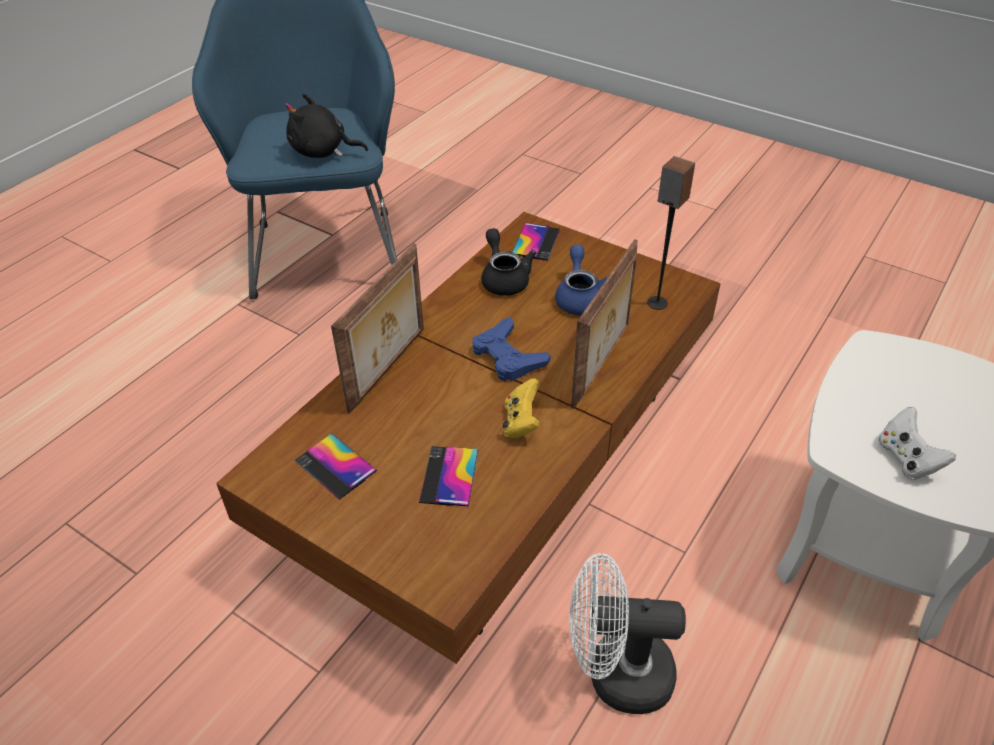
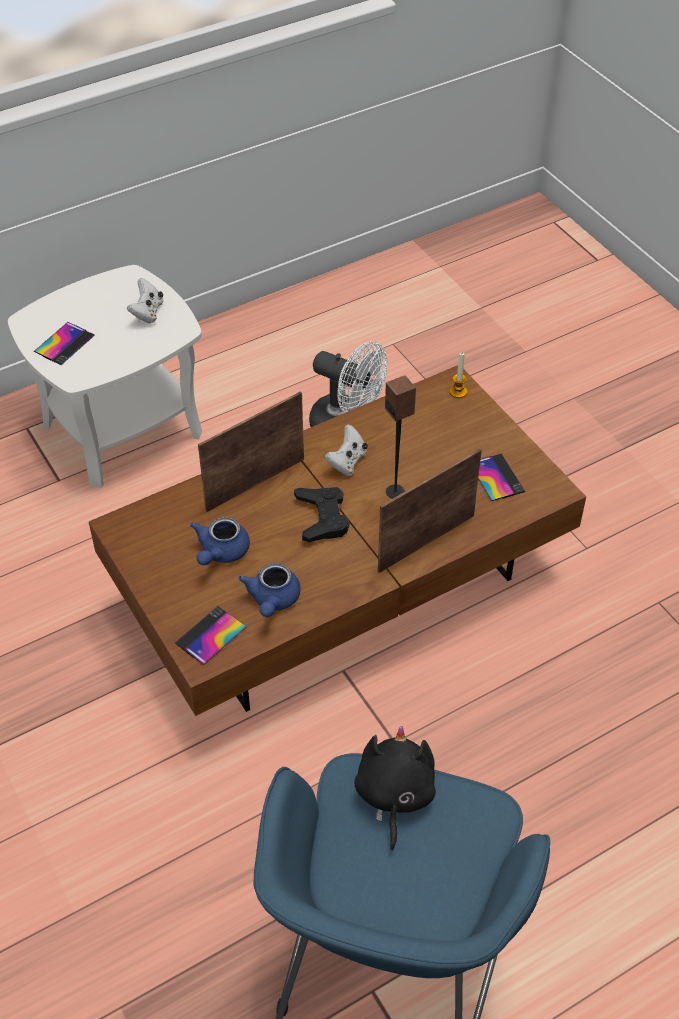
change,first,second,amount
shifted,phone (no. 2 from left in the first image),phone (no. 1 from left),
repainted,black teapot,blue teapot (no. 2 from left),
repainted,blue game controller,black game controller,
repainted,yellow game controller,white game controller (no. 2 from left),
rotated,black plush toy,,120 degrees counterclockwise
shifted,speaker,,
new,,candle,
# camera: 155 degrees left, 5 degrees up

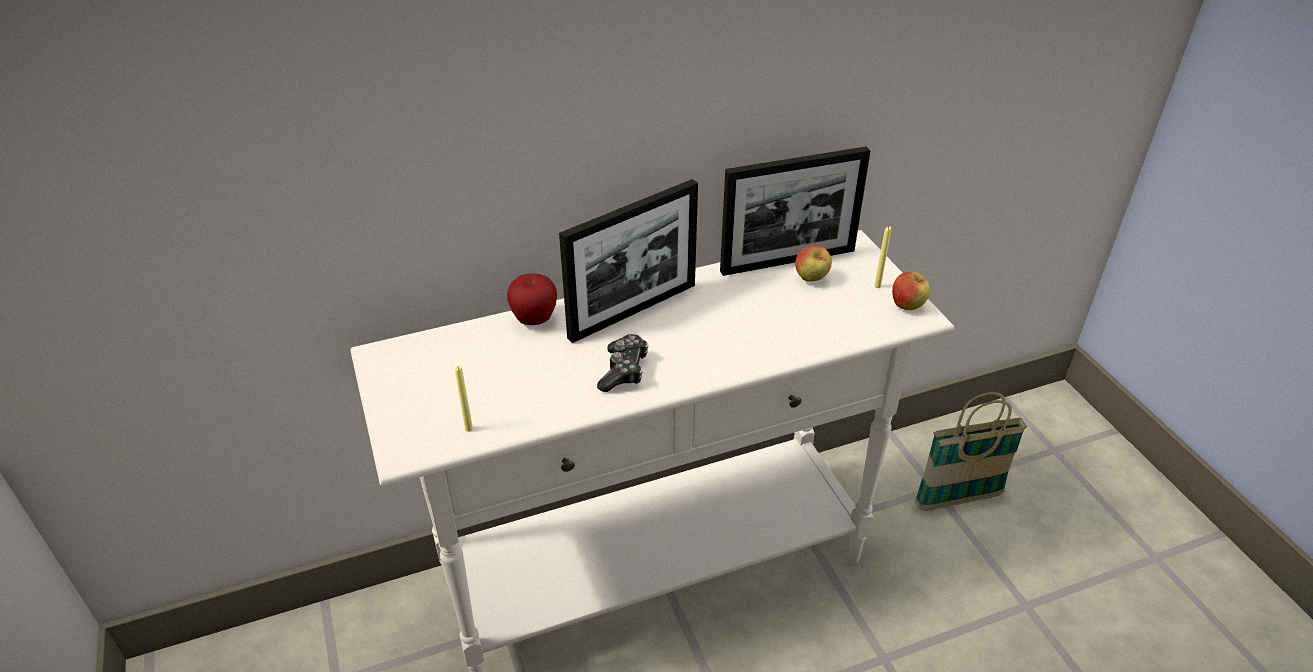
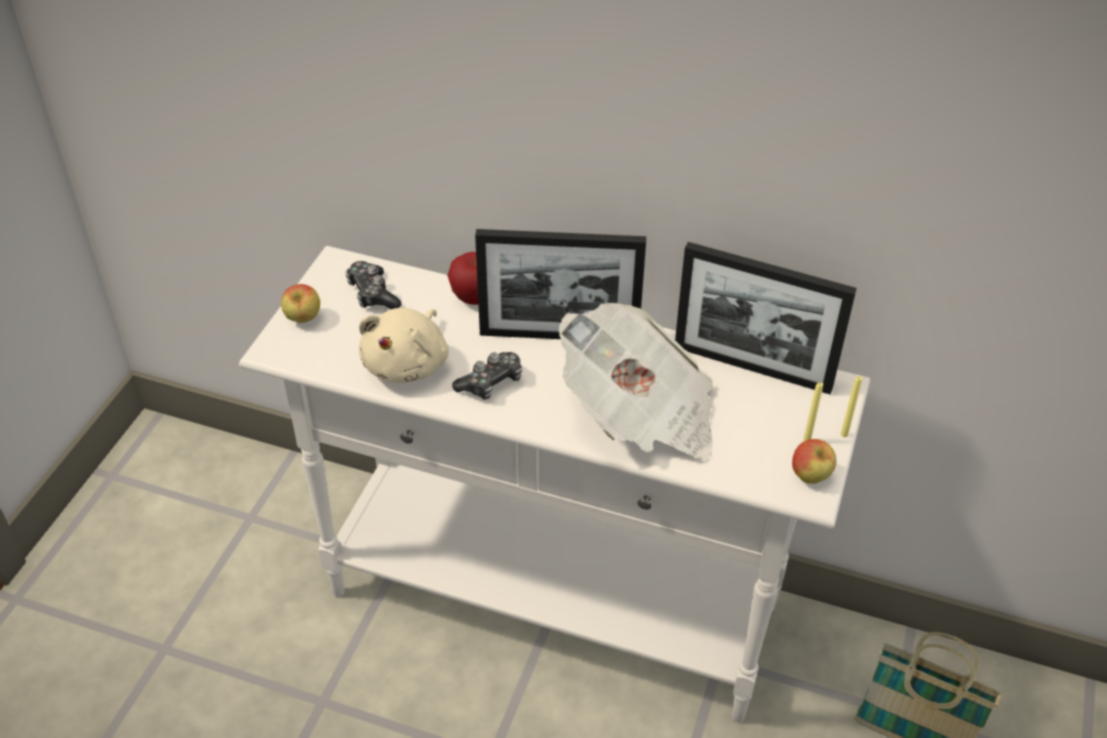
change,first,second,amount
shifted,apple (no. 2 from left in the first image),apple (no. 1 from left),
new,,game controller (no. 1 from left),
new,,beige plush toy,
new,,newspaper,
shifted,yellow candle (no. 1 from left in the first image),yellow candle (no. 2 from left),
# camera: 40 degrees right, 5 degrees up

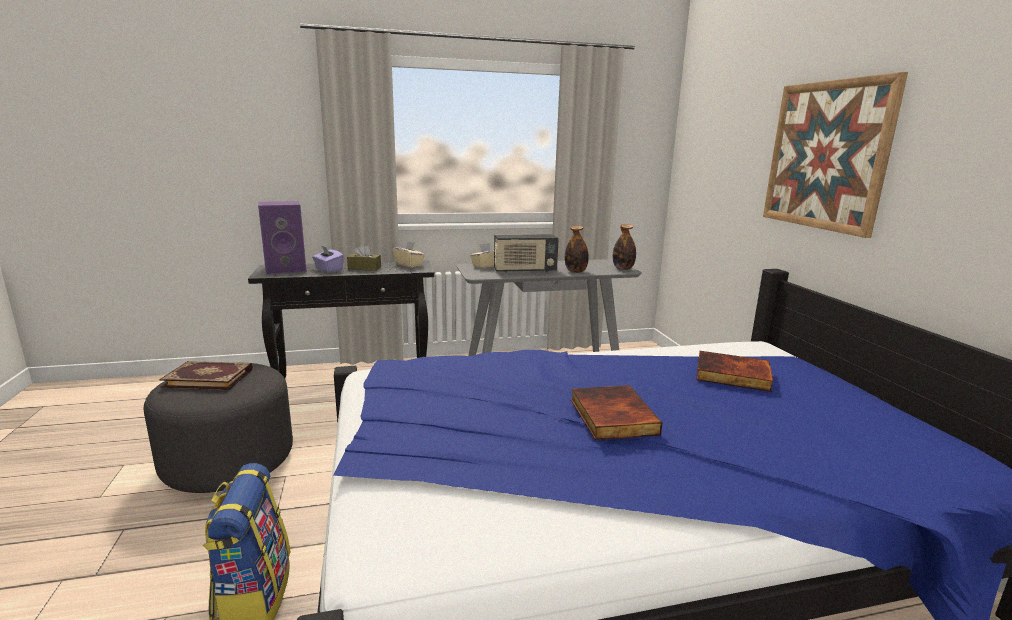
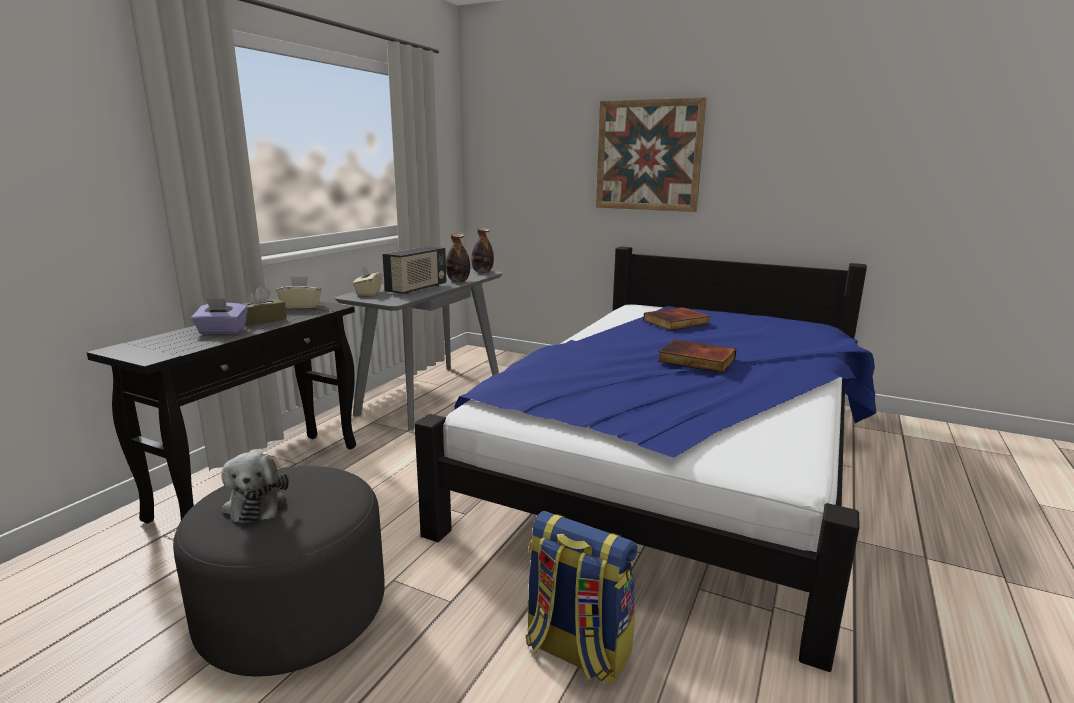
change,first,second,amount
swapped,book (no. 1 from left),plush toy,
gone,purple speaker,,
# camera: 50 degrees left, 0 degrees up

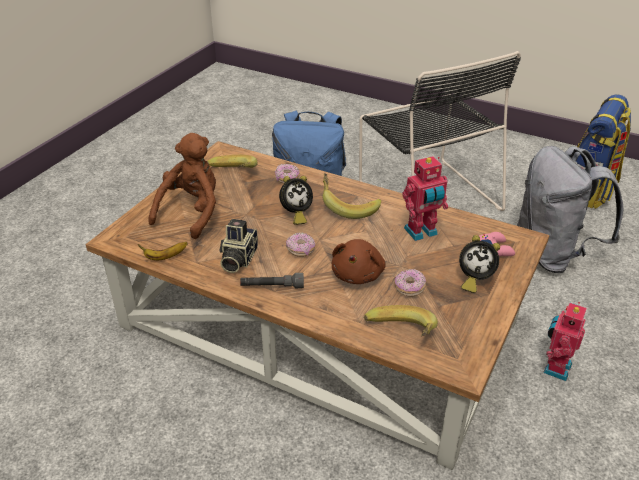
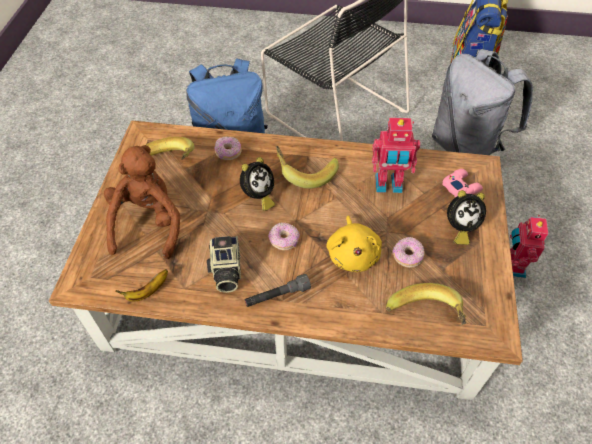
change,first,second,amount
repainted,brown plush toy (no. 2 from left),yellow plush toy,
rotated,toy robot (no. 1 from left),,45 degrees clockwise
# camera: 20 degrees left, 15 degrees up

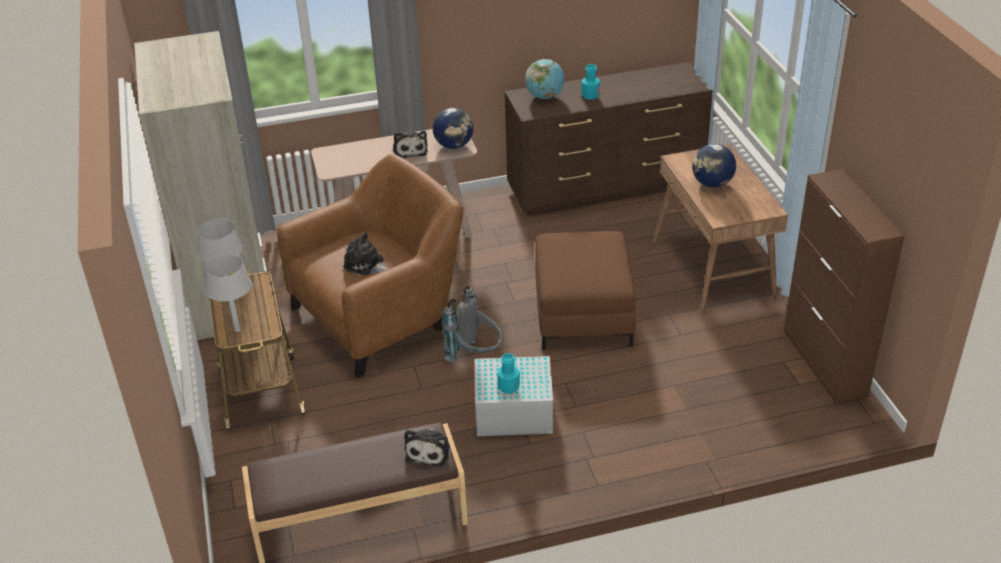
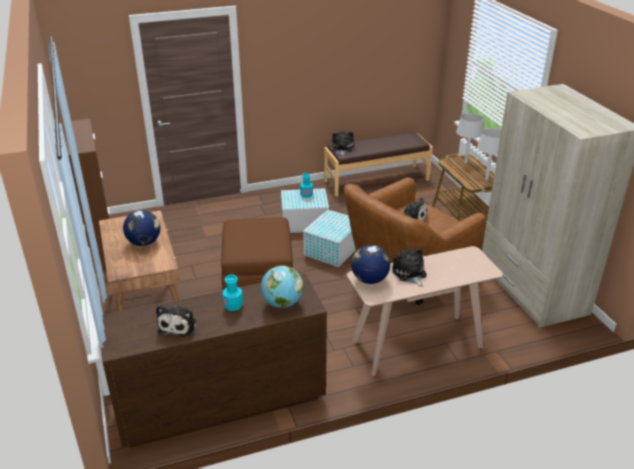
change,first,second,amount
new,,plush toy (no. 1 from left),
swapped,grey backpack,white storage box (no. 2 from left),
# camera: 175 degrees right, 5 degrees down

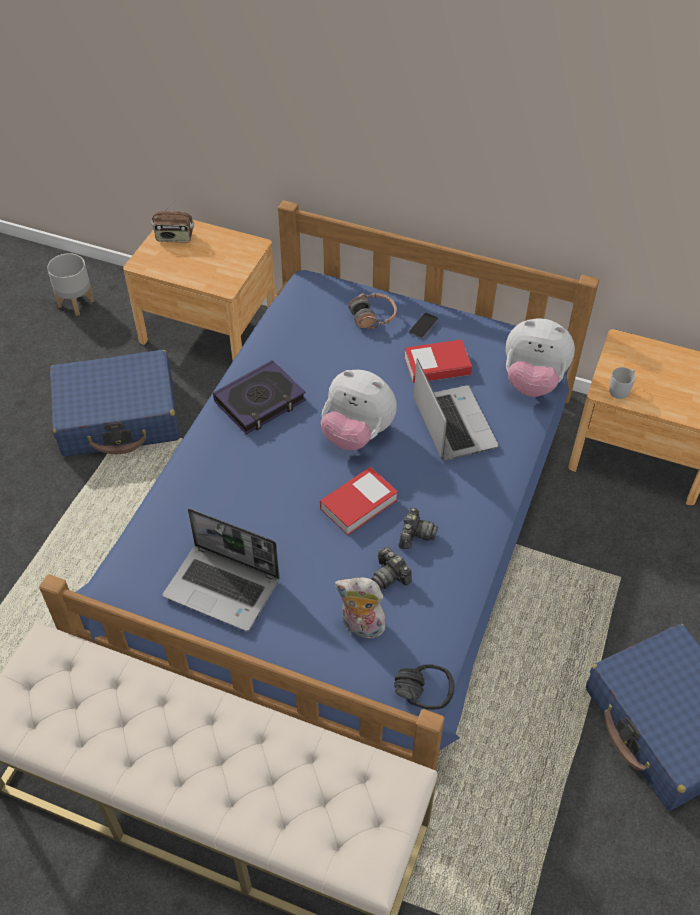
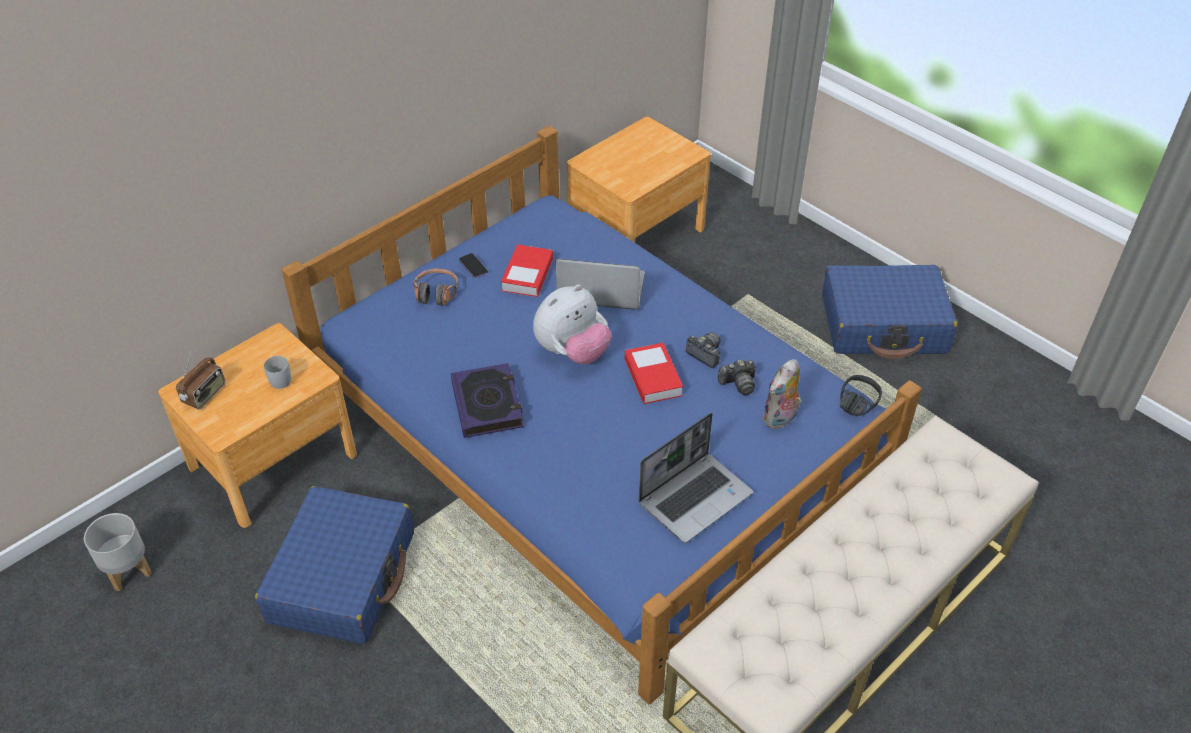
change,first,second,amount
shifted,white mug,,
gone,plush toy (no. 3 from left),,
# camera: 65 degrees left, 5 degrees down

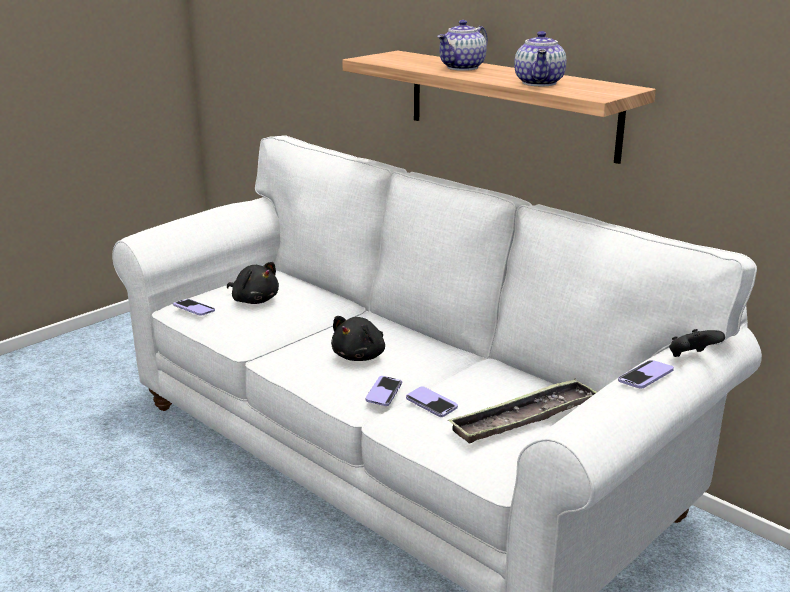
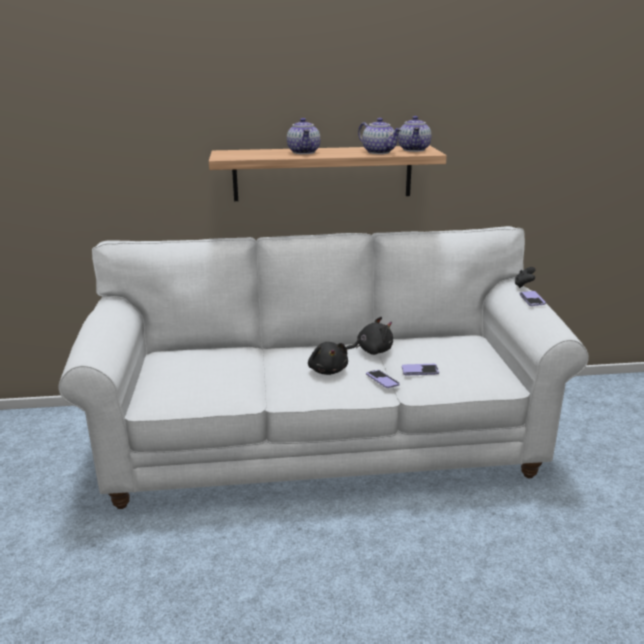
change,first,second,amount
shifted,black plush toy (no. 1 from left in the first image),black plush toy (no. 2 from left),
new,,teapot (no. 3 from left),
gone,phone (no. 1 from left),,
gone,tray,,
# camera: 50 degrees left, 0 degrees up

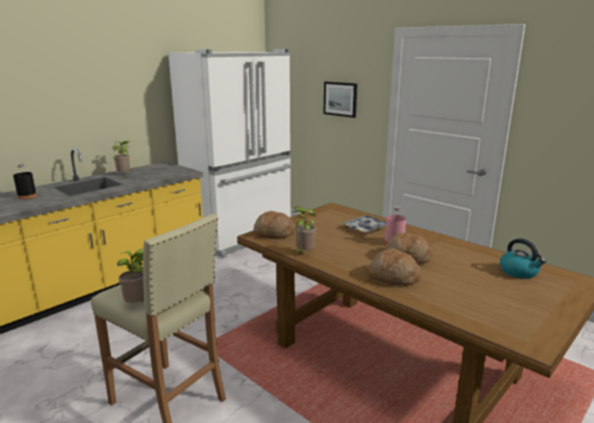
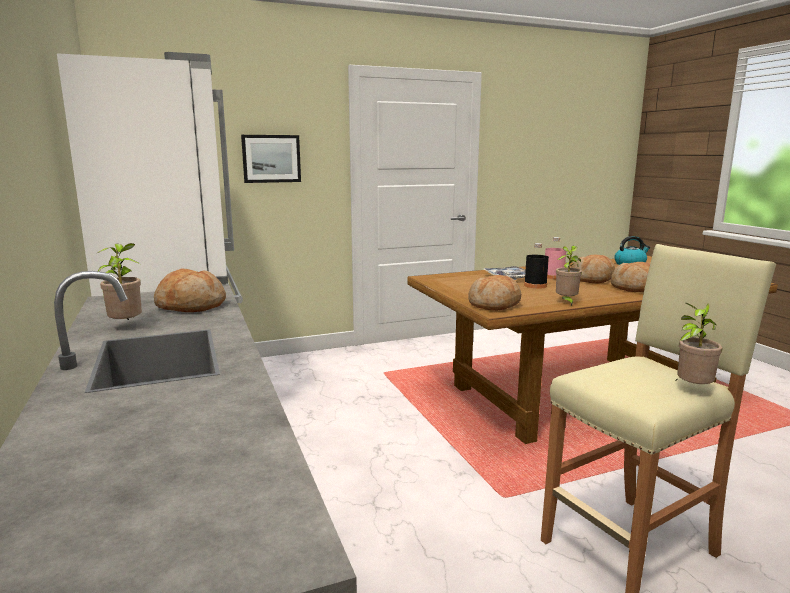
change,first,second,amount
new,,bread (no. 1 from left),
shifted,black bottle,,
# camera: 65 degrees left, 5 degrees down

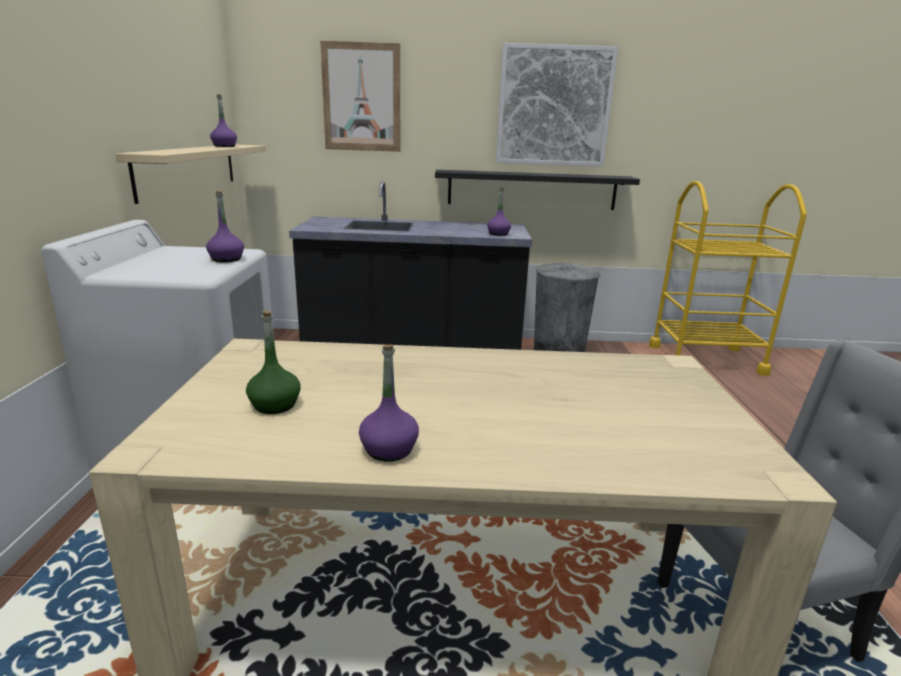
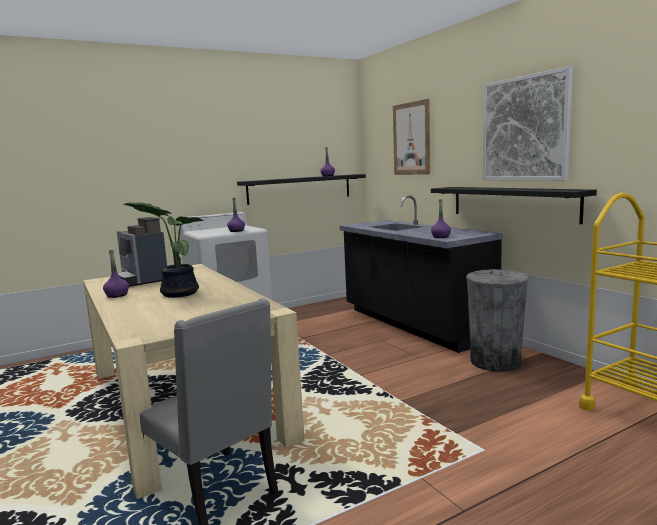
change,first,second,amount
swapped,green bottle,coffee machine,
new,,potted plant,
repainted,beige shelf,black shelf (no. 1 from left),
# camera: 60 degrees right, 10 degrees down

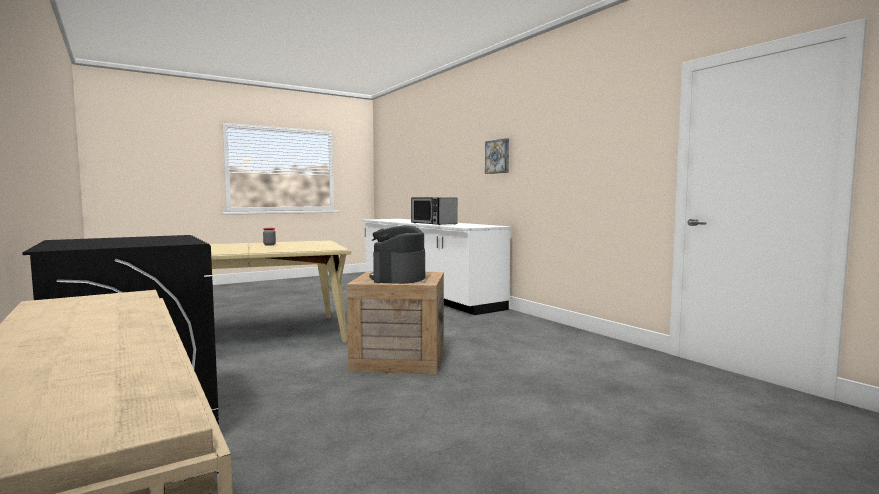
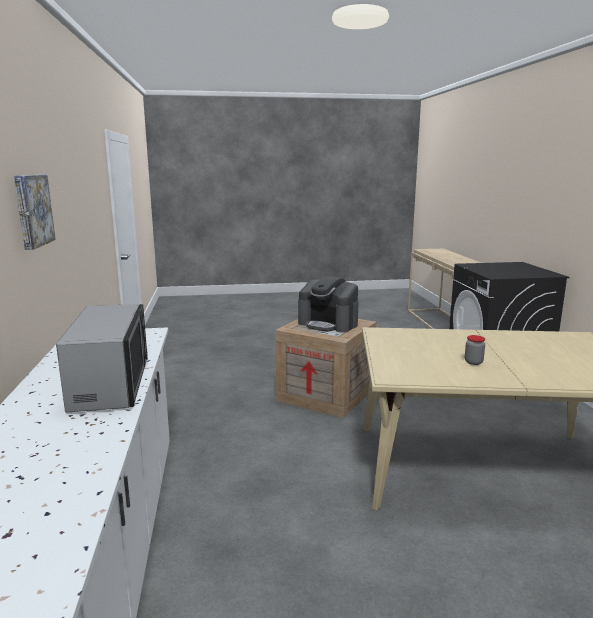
change,first,second,amount
rotated,coffee machine,,90 degrees clockwise
# camera: 155 degrees left, 10 degrees up

